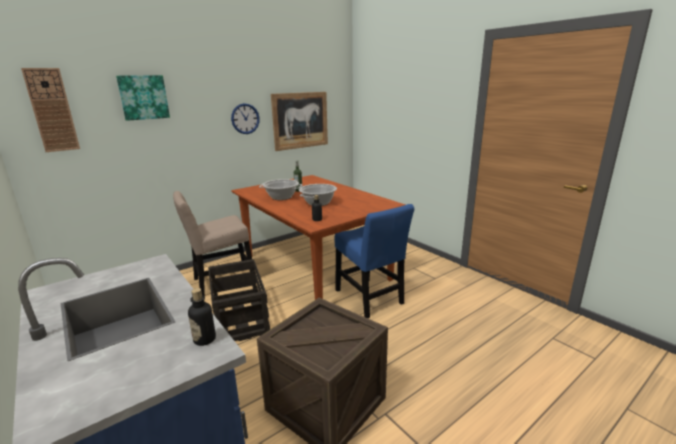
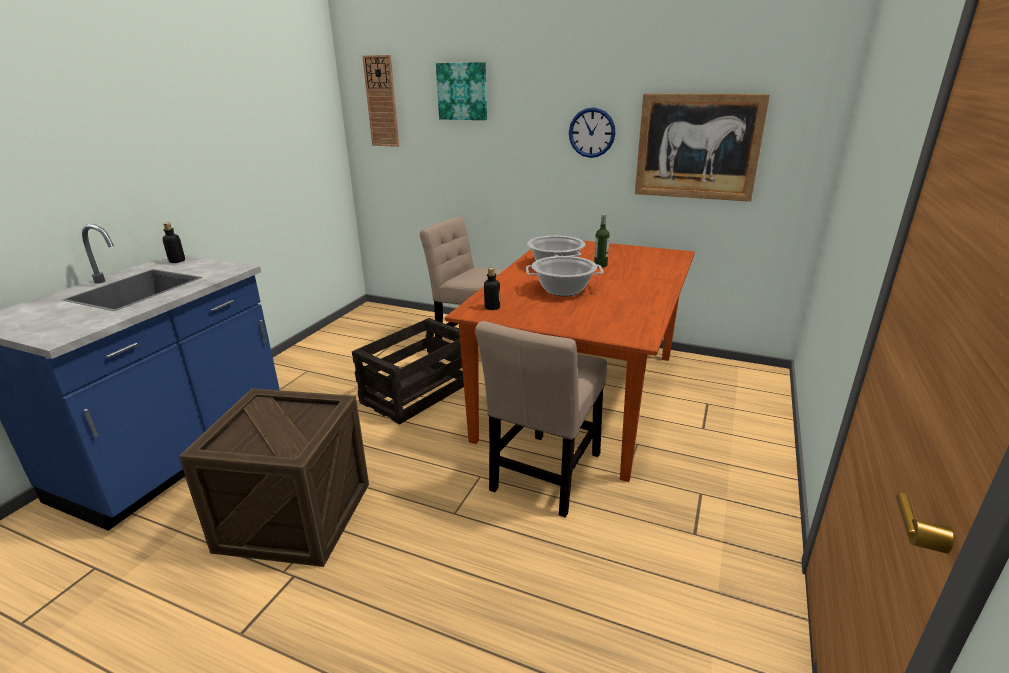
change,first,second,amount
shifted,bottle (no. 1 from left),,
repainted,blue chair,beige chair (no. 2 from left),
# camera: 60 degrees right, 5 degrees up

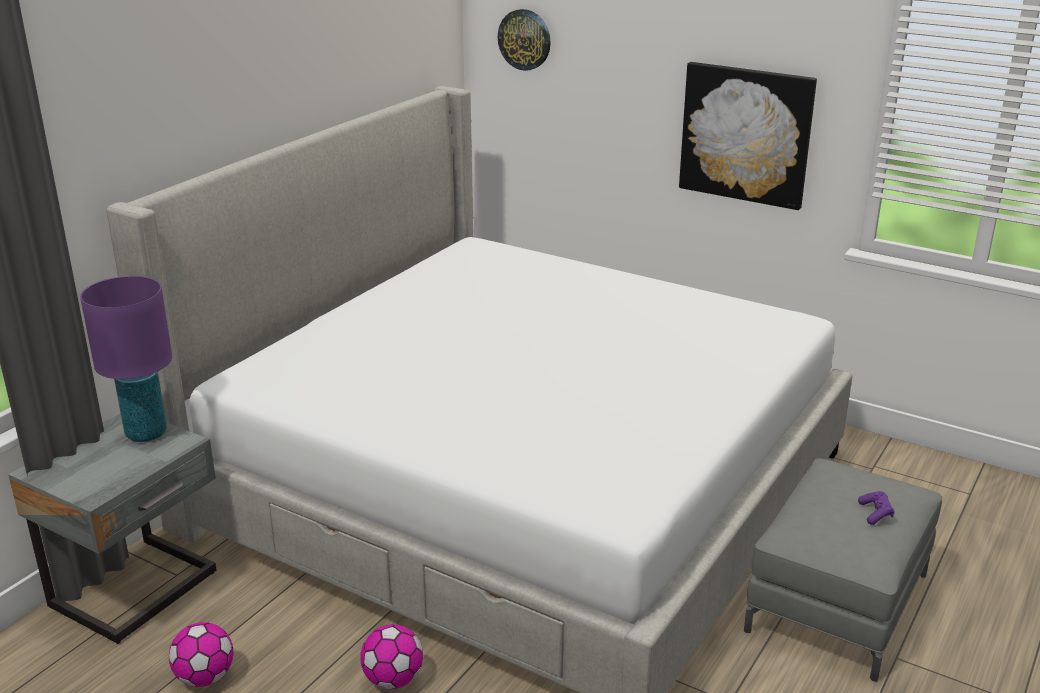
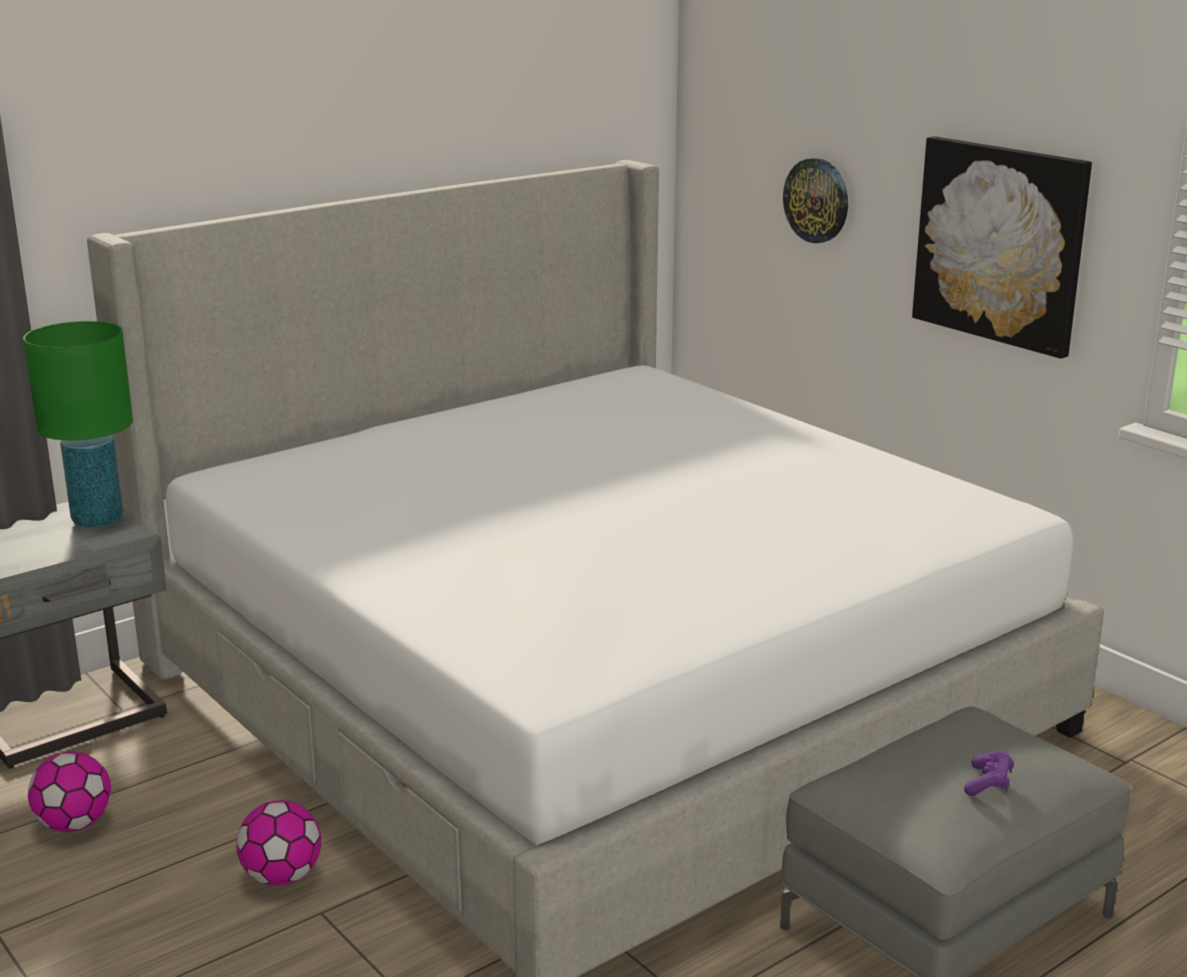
change,first,second,amount
repainted,purple table lamp,green table lamp,
shifted,wall clock,,
# camera: 20 degrees right, 5 degrees down

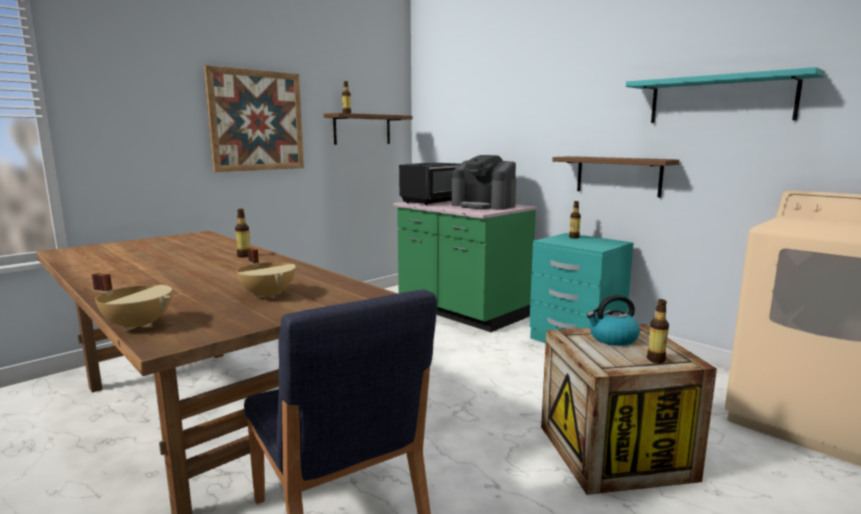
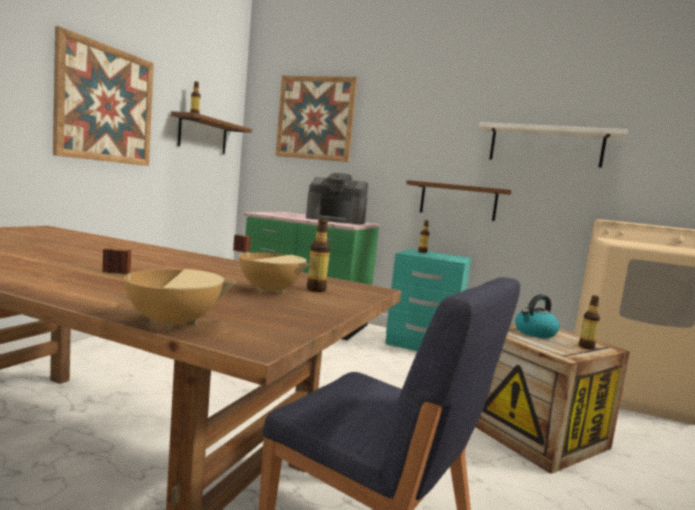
change,first,second,amount
new,,picture (no. 2 from left),
shifted,bottle (no. 1 from left in the first image),bottle (no. 2 from left),
repainted,turquoise shelf,white shelf,
gone,black microwave,,
# camera: 25 degrees left, 5 degrees down

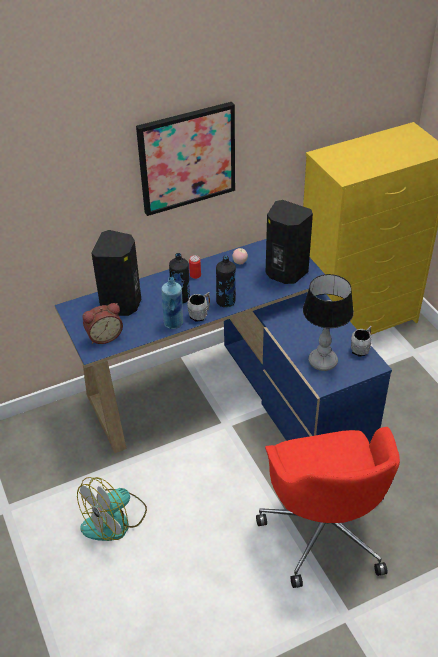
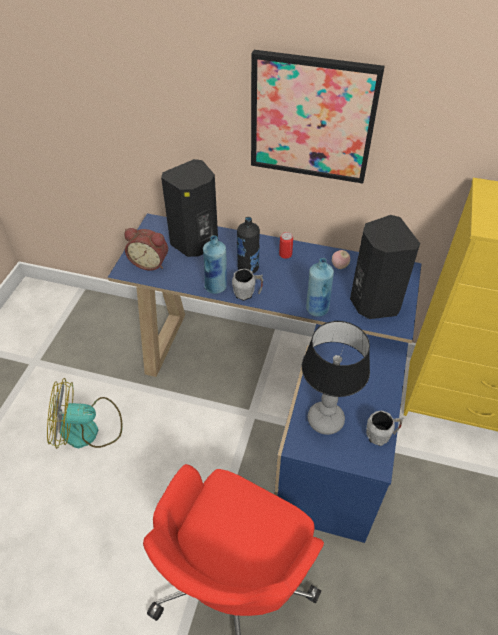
change,first,second,amount
new,,blue bottle (no. 2 from left),
gone,black bottle (no. 2 from left),,
# camera: 40 degrees right, 5 degrees up

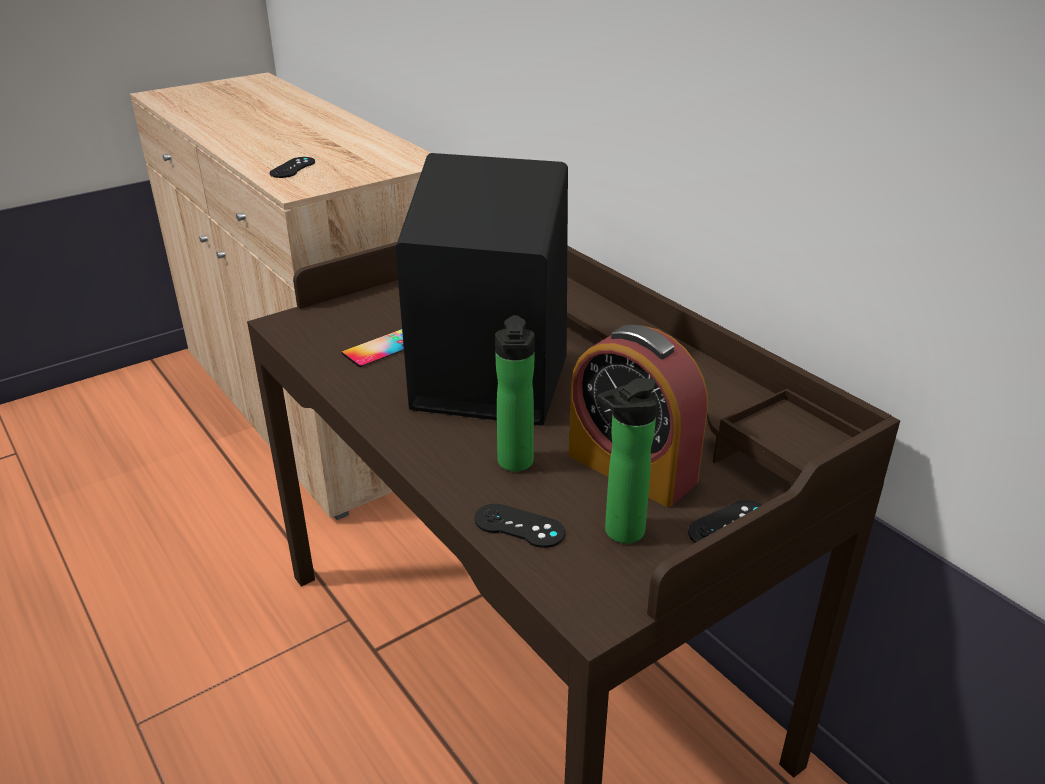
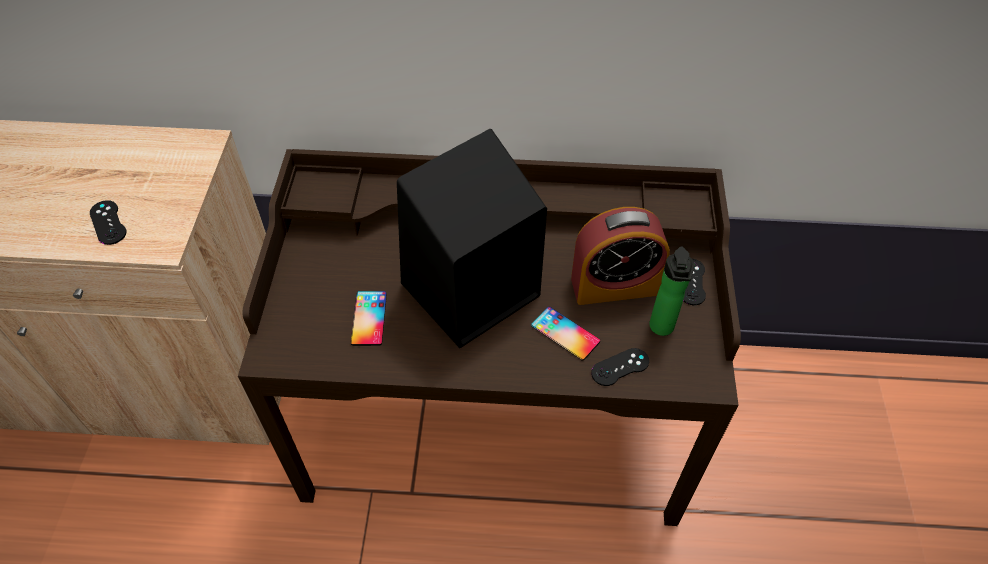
change,first,second,amount
swapped,bottle (no. 1 from left),phone (no. 2 from left),
# camera: 50 degrees left, 20 degrees up

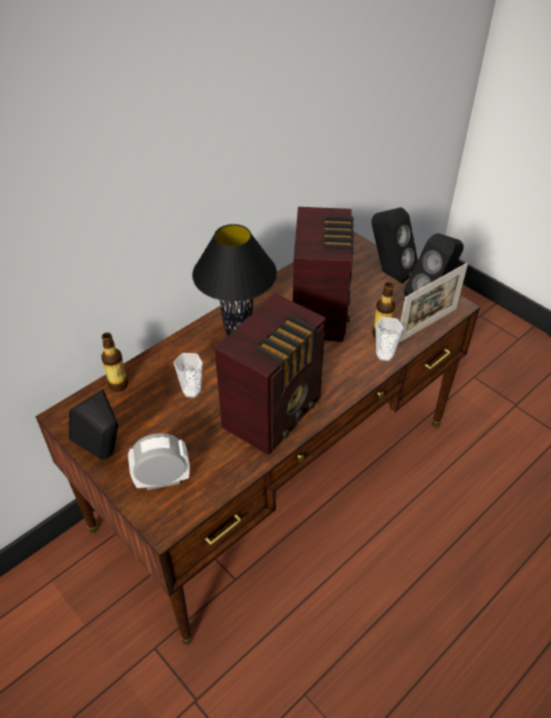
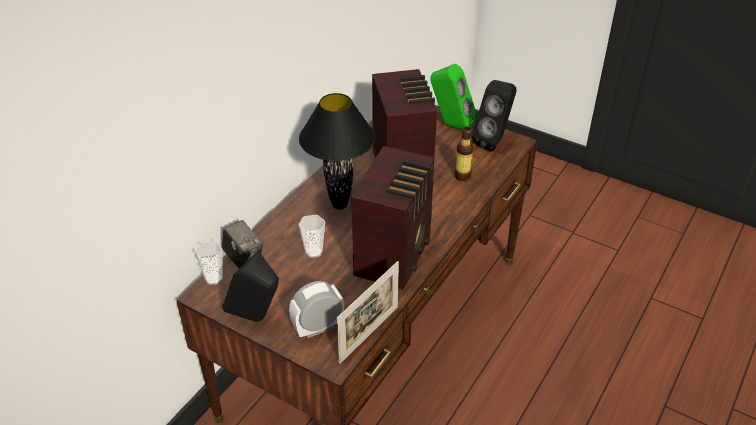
change,first,second,amount
shifted,cup (no. 2 from left in the first image),cup (no. 1 from left),
swapped,bottle (no. 1 from left),photo camera,
shifted,picture frame,,
repainted,black speaker (no. 2 from left),green speaker,
# camera: 15 degrees left, 5 degrees down

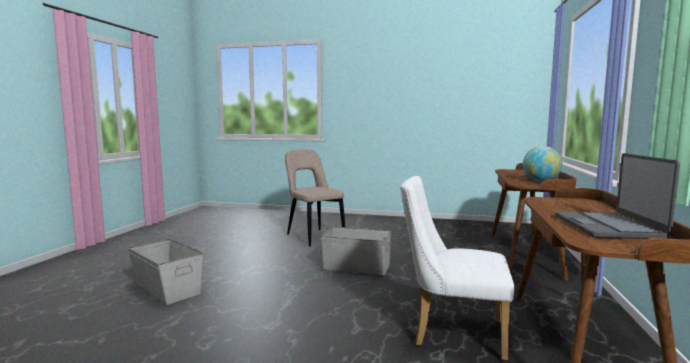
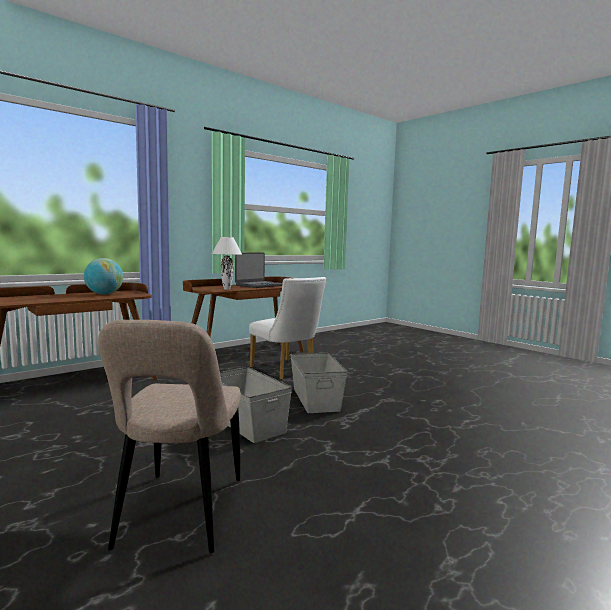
change,first,second,amount
new,,white table lamp,
shifted,grey storage box (no. 1 from left in the first image),grey storage box (no. 2 from left),
# camera: 145 degrees left, 0 degrees up

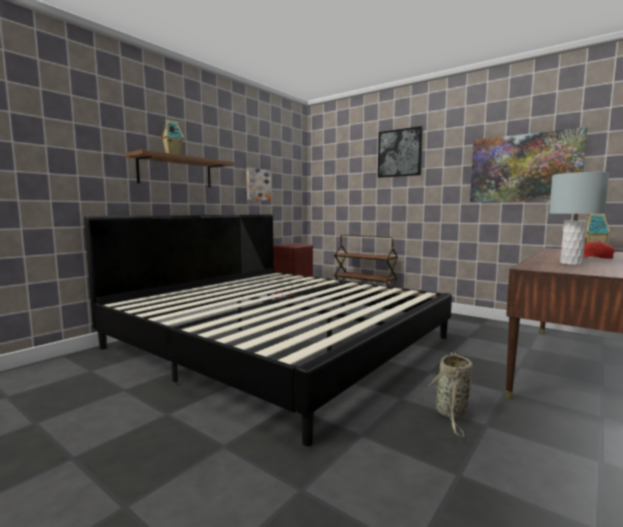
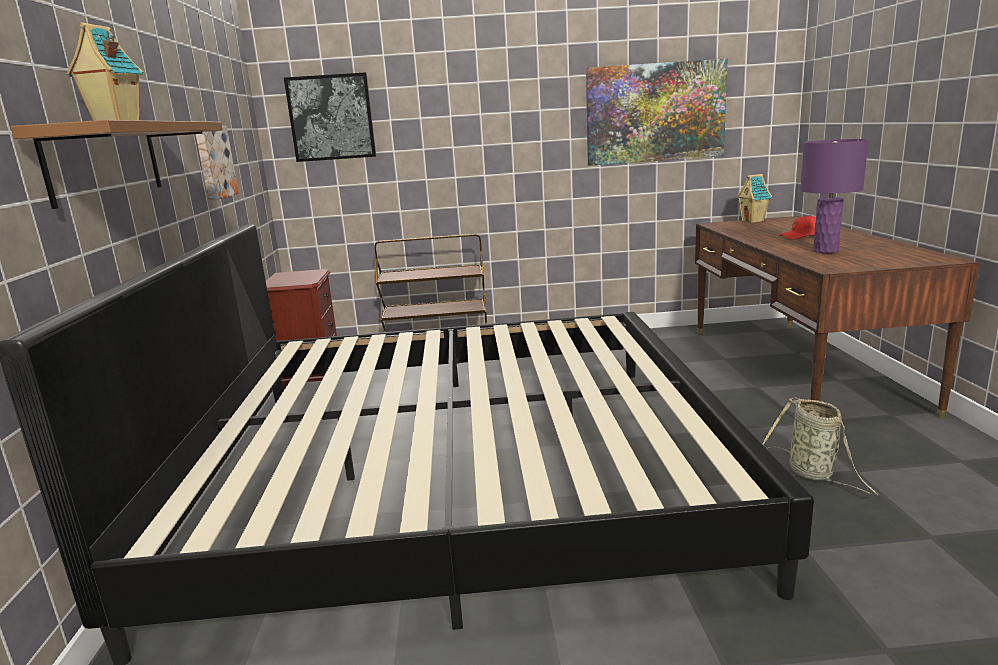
change,first,second,amount
shifted,picture (no. 2 from left),,
repainted,grey table lamp,purple table lamp,
# camera: 40 degrees left, 10 degrees up

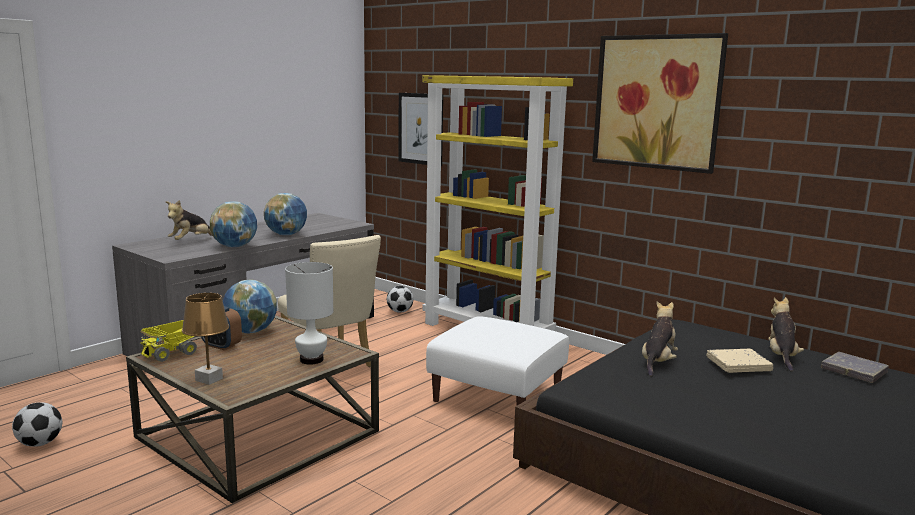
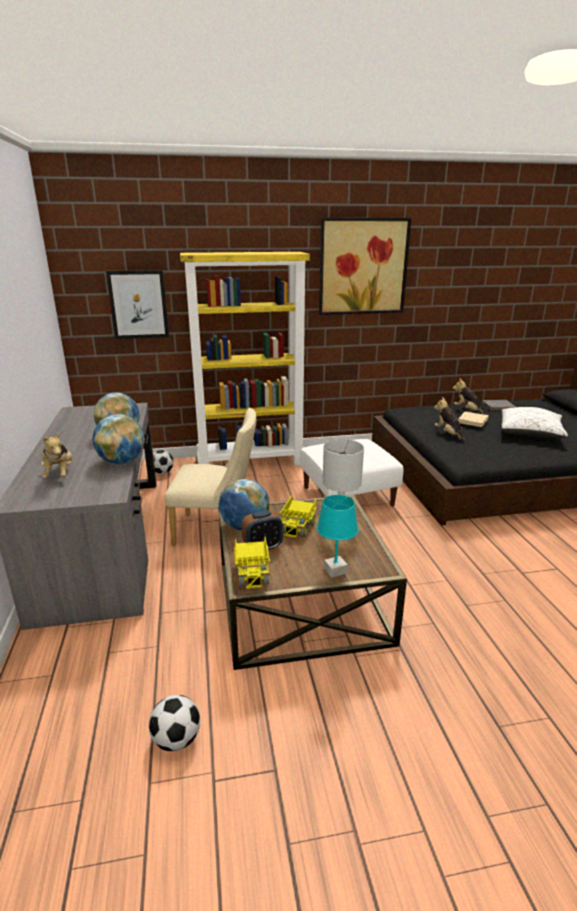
change,first,second,amount
new,,toy truck (no. 2 from left),
repainted,brown table lamp,turquoise table lamp,
new,,white pillow,
# camera: 50 degrees left, 10 degrees up

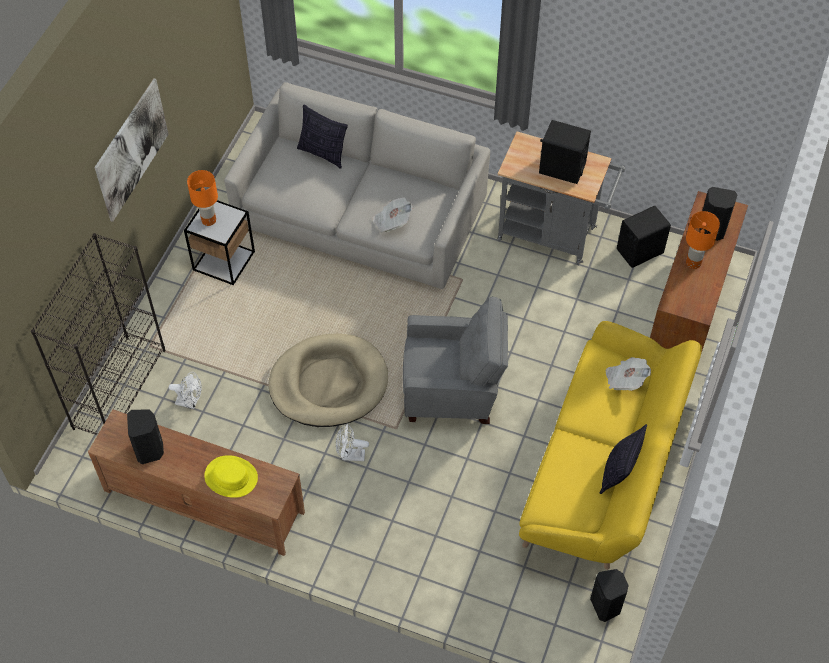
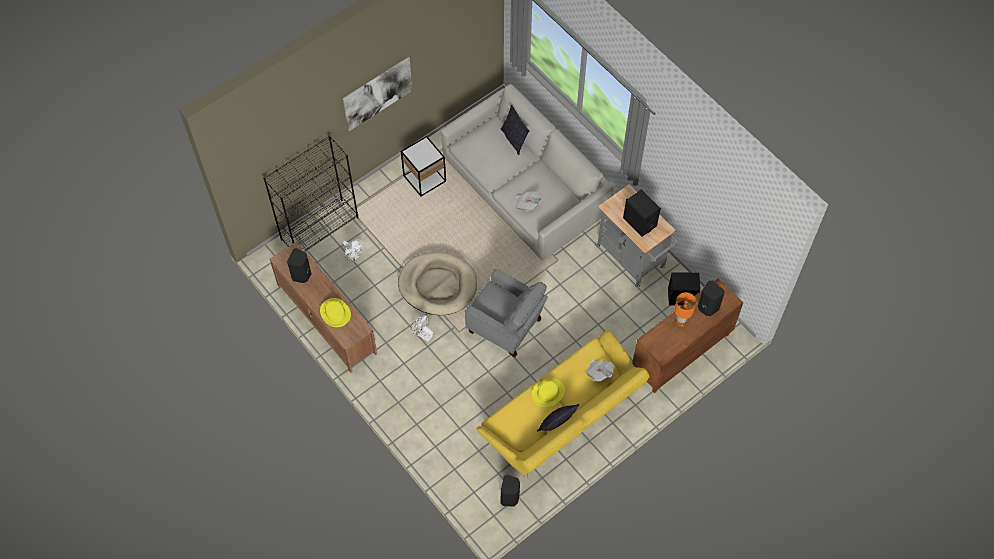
change,first,second,amount
new,,yellow hat (no. 2 from left),
gone,orange table lamp (no. 1 from left),,
# camera: 30 degrees right, 5 degrees up

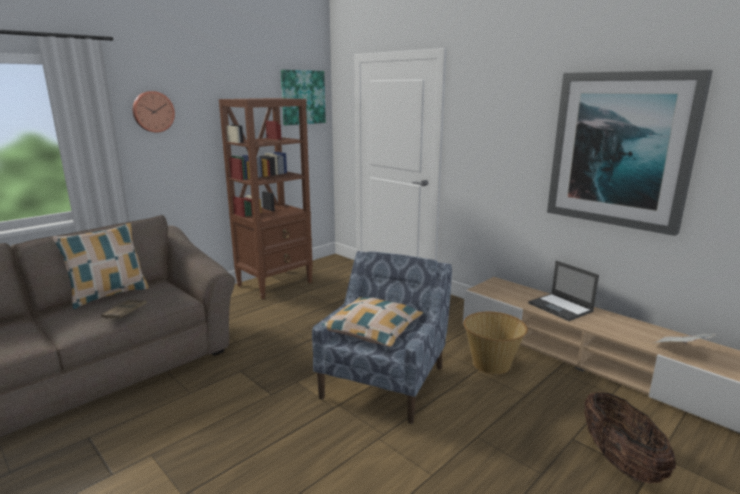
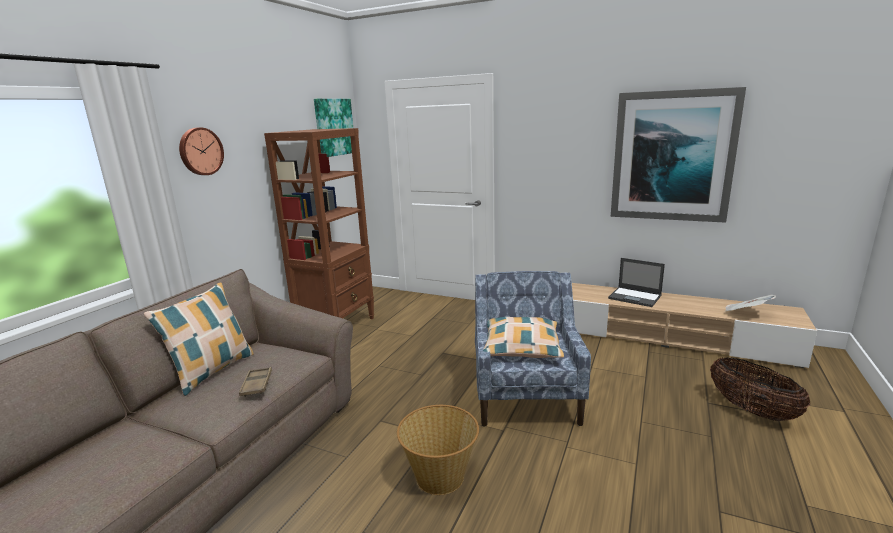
change,first,second,amount
shifted,basket (no. 1 from left),,
# camera: 20 degrees left, 0 degrees up

